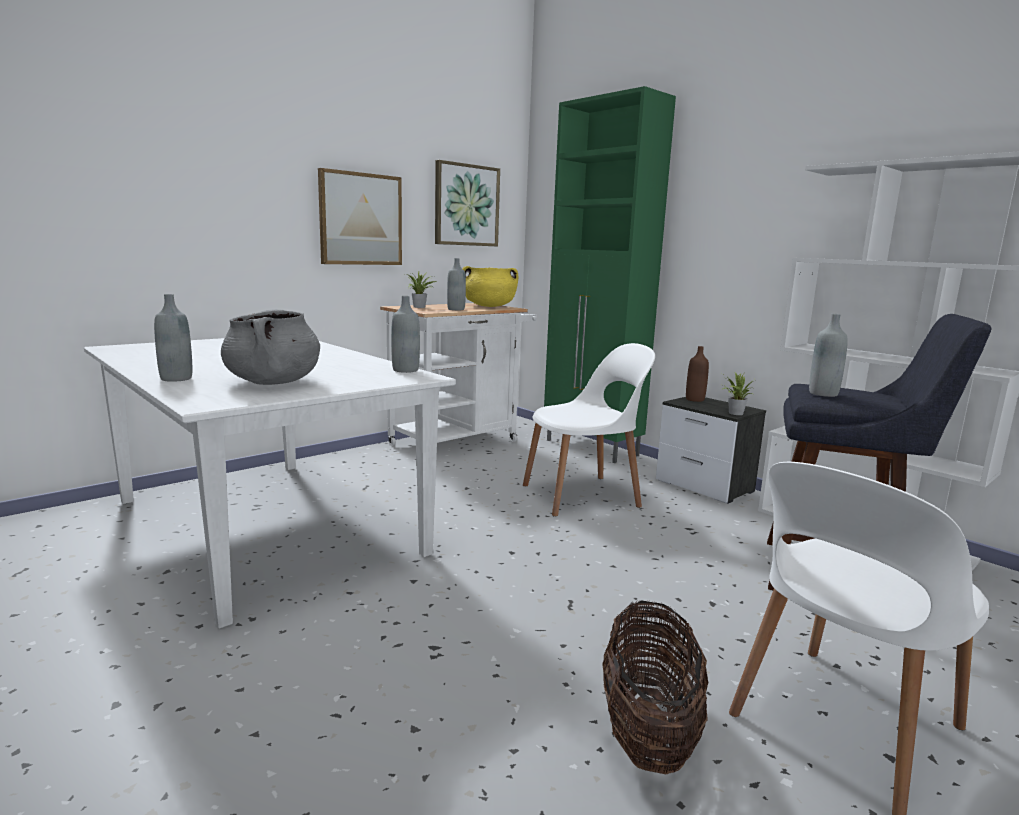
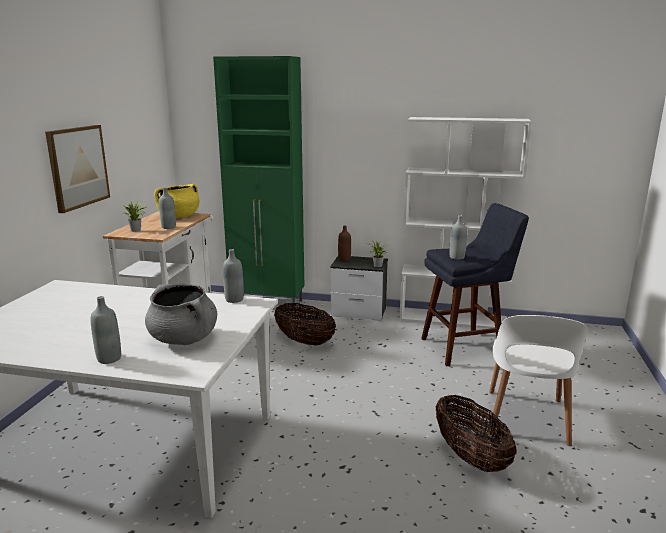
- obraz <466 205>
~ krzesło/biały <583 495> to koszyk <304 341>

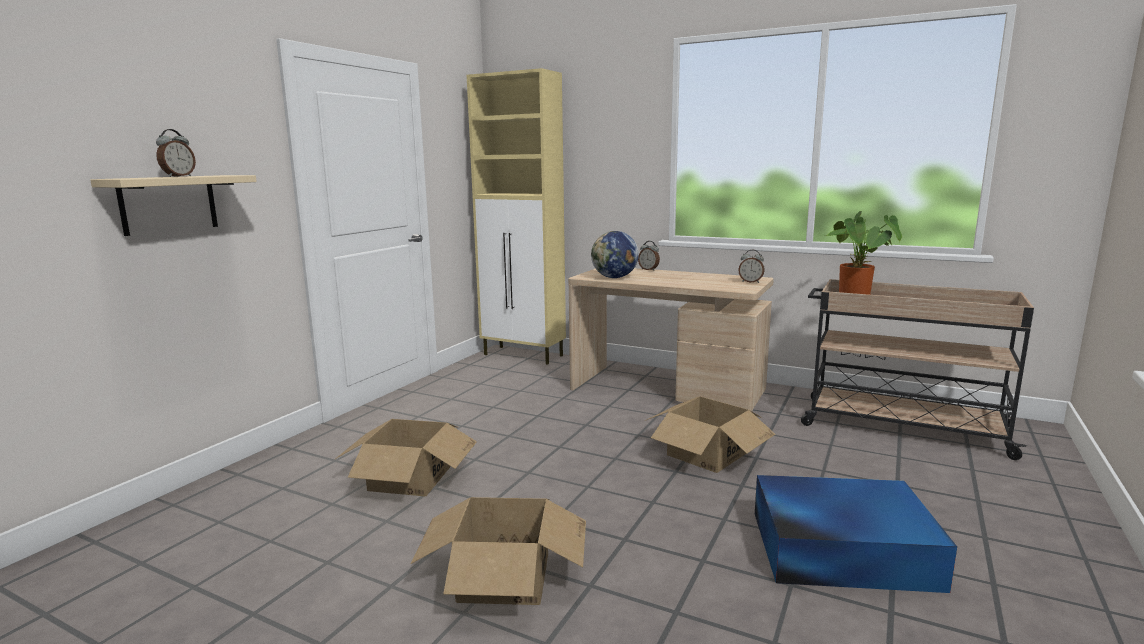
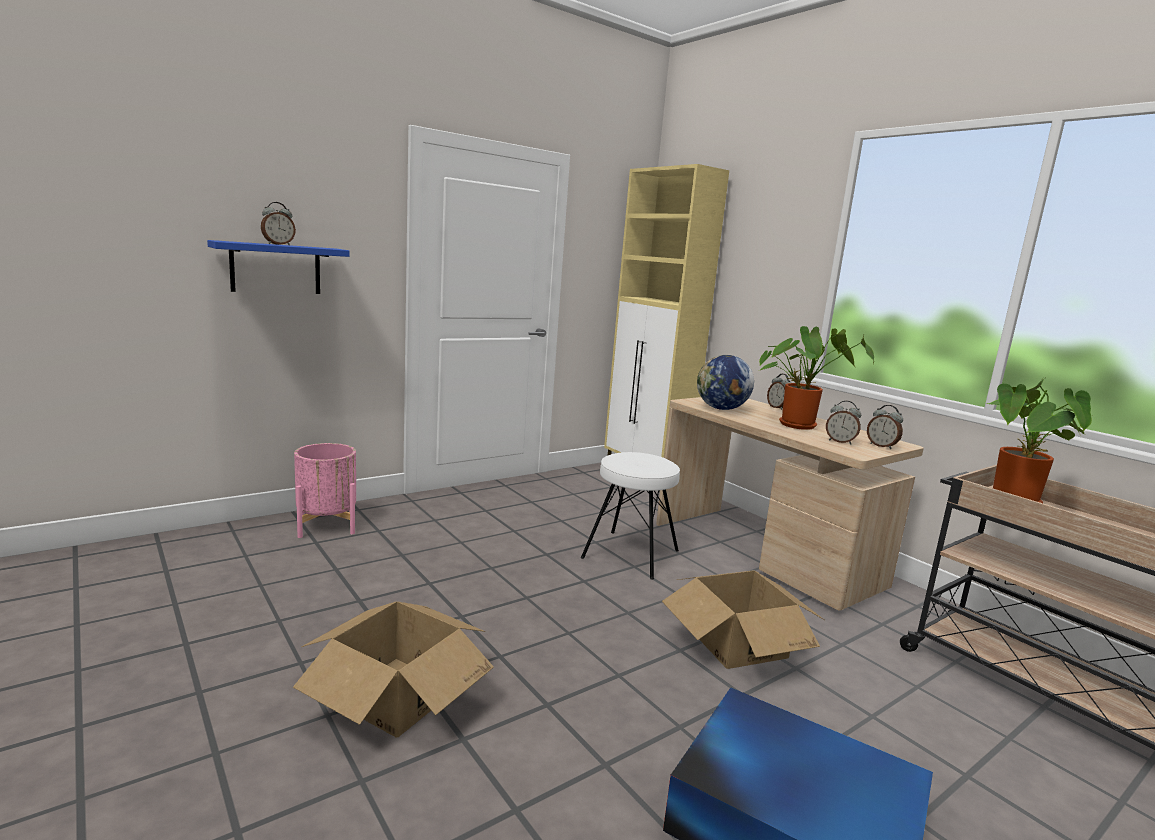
~ półka/beżowy <169 204> to półka/niebieski <276 268>
- karton <410 478>
+ roślina doniczkowa <800 425>
+ budzik <840 441>
+ donica/różowy <326 525>
+ stołek/biały <630 554>

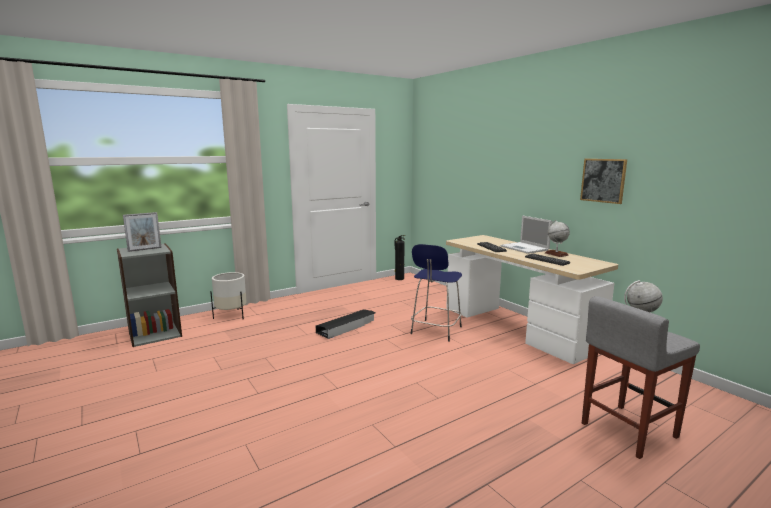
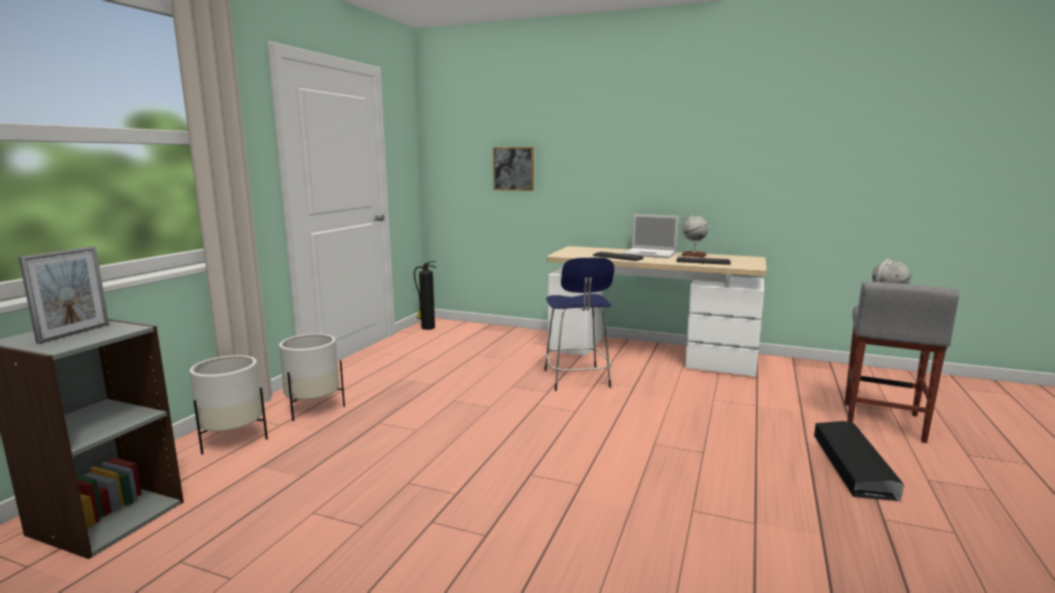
~ obraz <603 180> to <514 168>
~ pojemnik do przechowywania/czarny <347 327> to <852 465>
+ donica/biały <313 408>

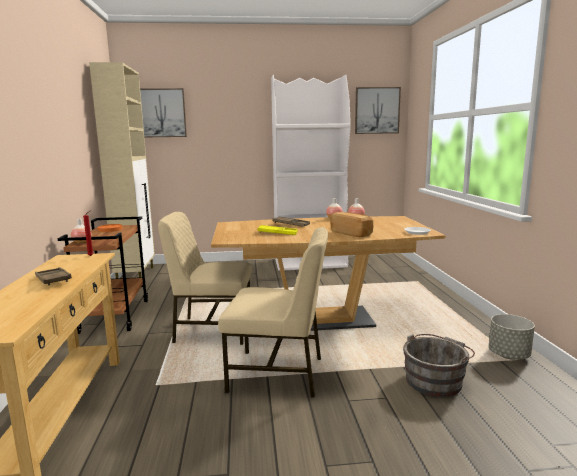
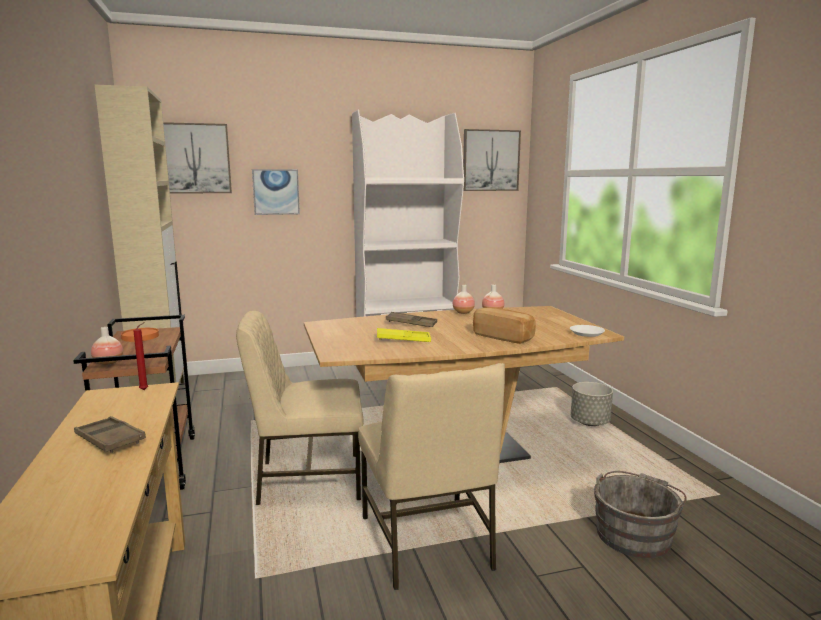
~ krzesło/beżowy <278 374> = <427 543> 75 degrees clockwise
~ donica/szary <508 355> to <589 422>
+ obraz <276 192>

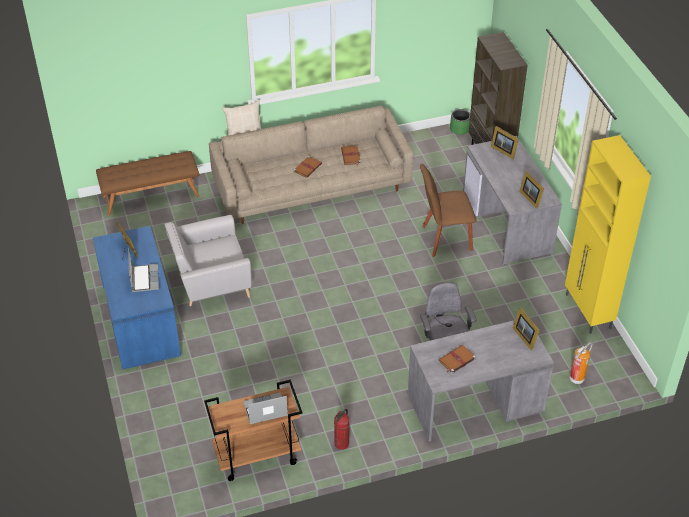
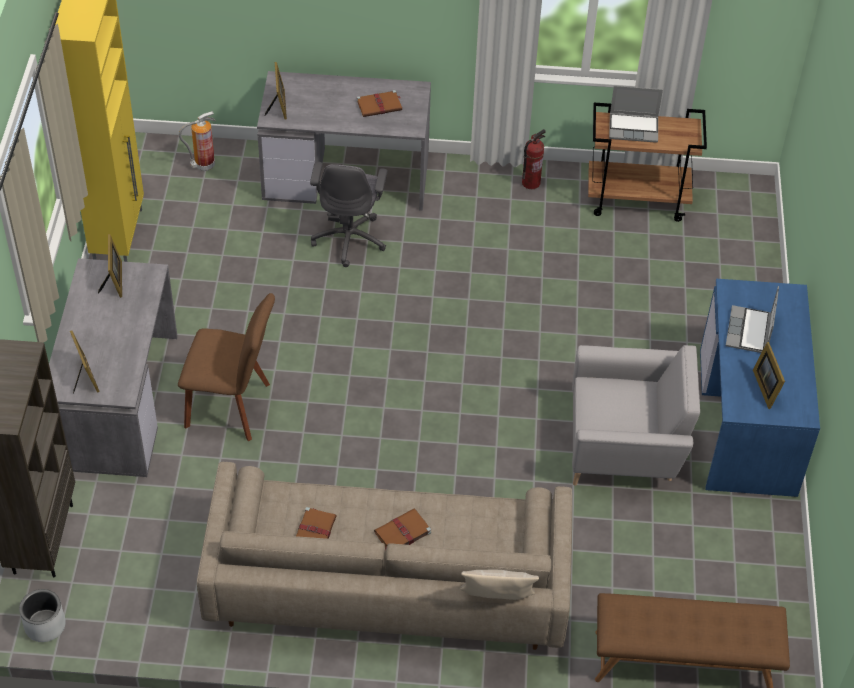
~ donica/zielony <460 129> to donica/szary <44 625>

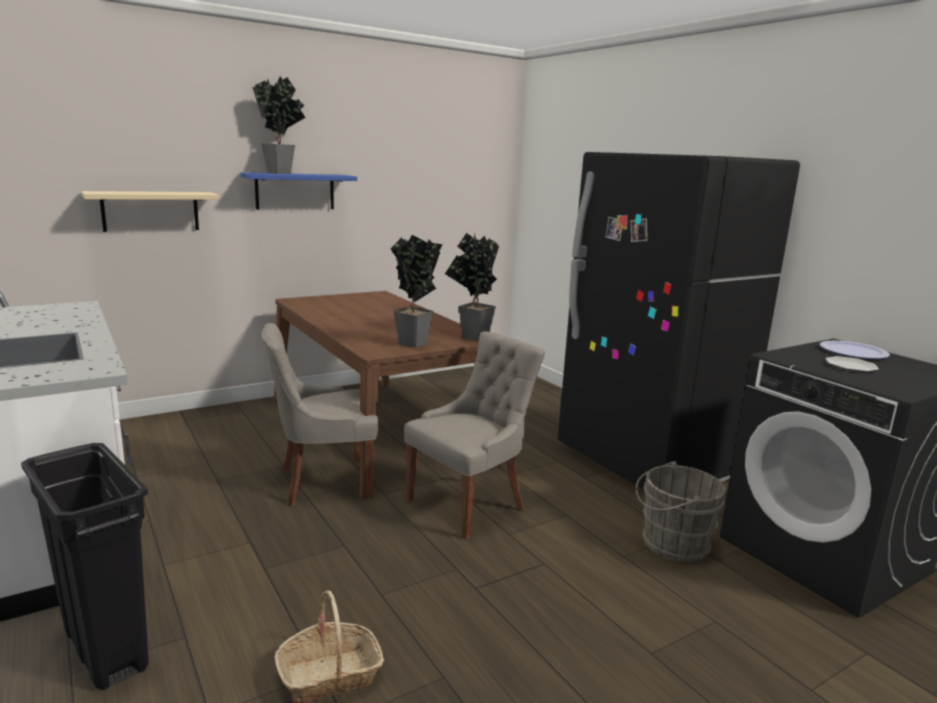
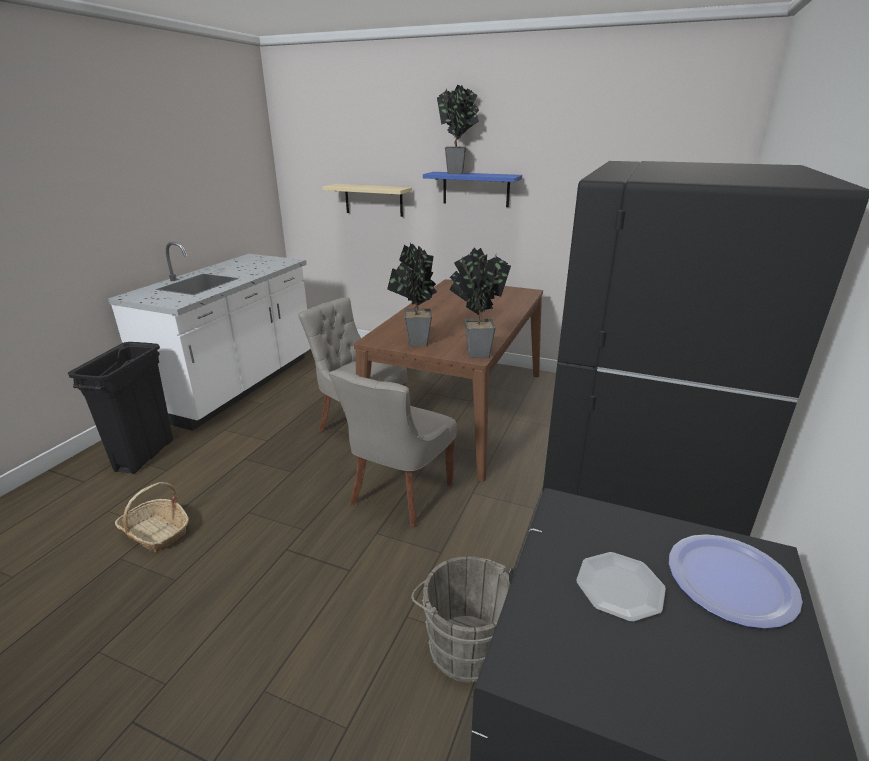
~ krzesło/szary <469 504> = <399 495> 105 degrees clockwise

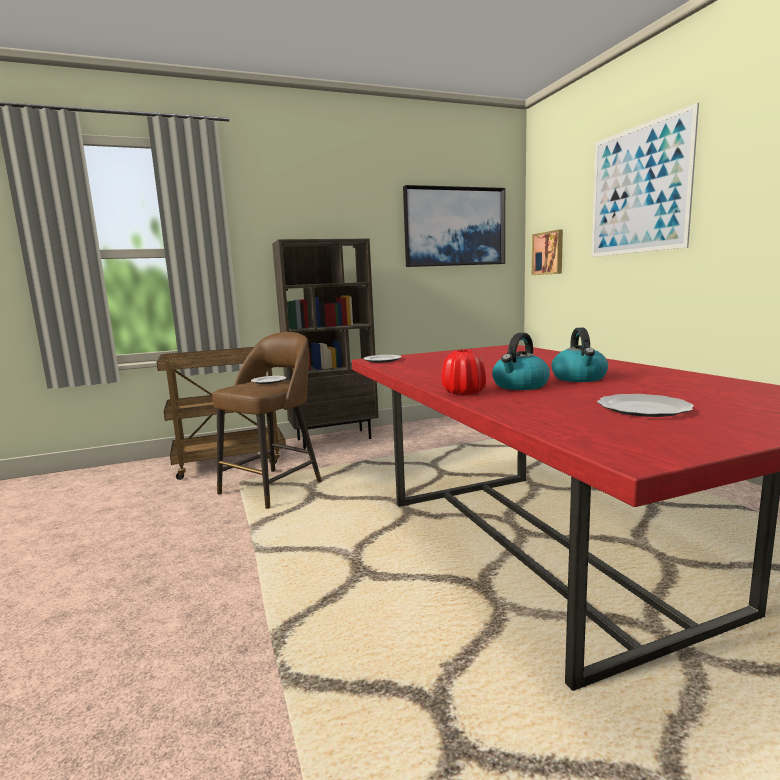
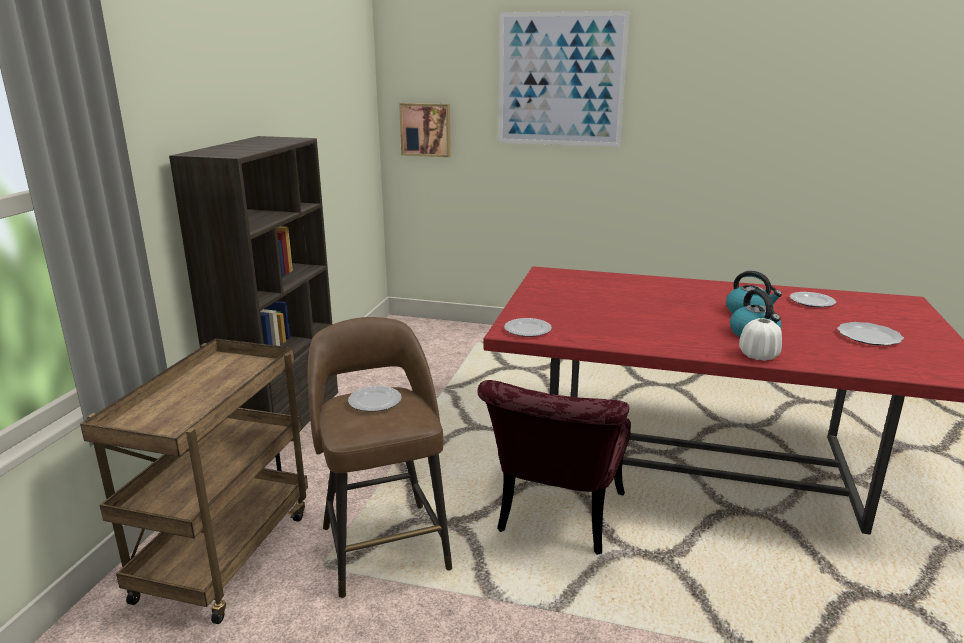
- obraz <454 227>
~ wazon/czerwony <464 393> to wazon/biały <758 356>
+ talerz <812 302>
+ krzesło/czerwony <557 521>

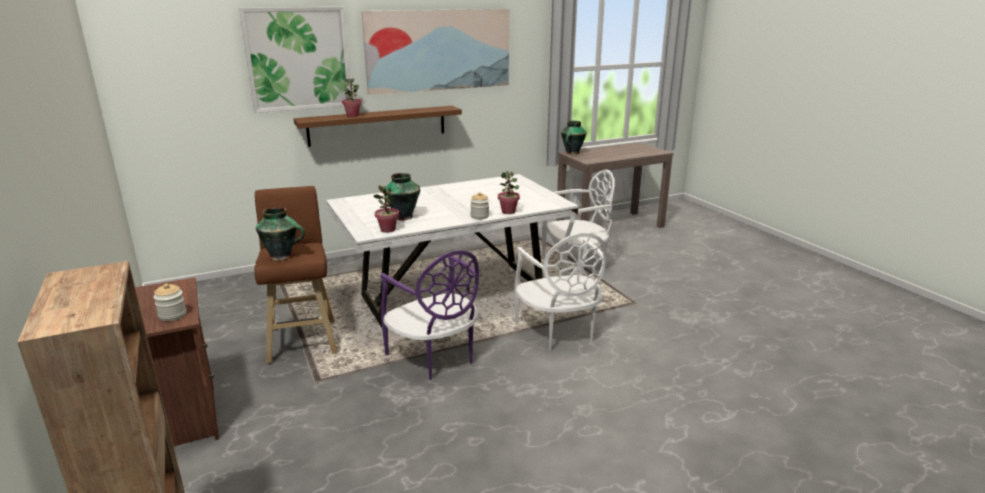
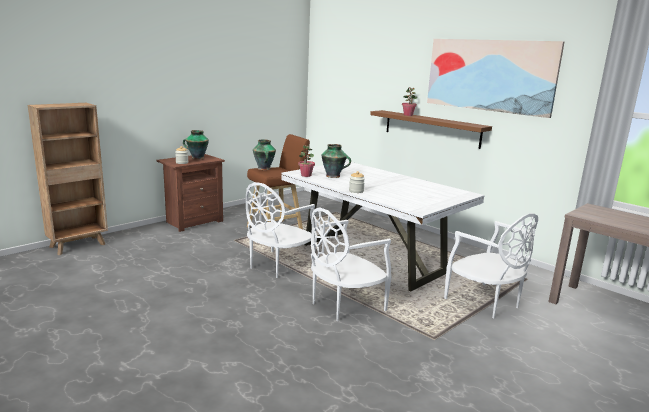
- obraz <298 59>
~ wazon <572 153> to <197 158>
- roślina doniczkowa <508 212>
~ krzesło/fioletowy <435 357> to krzesło/biały <277 266>

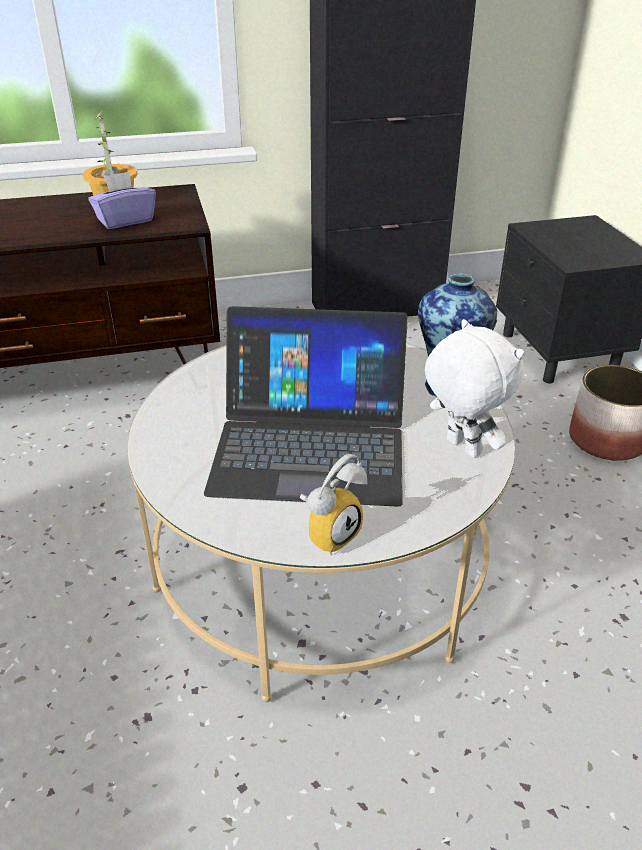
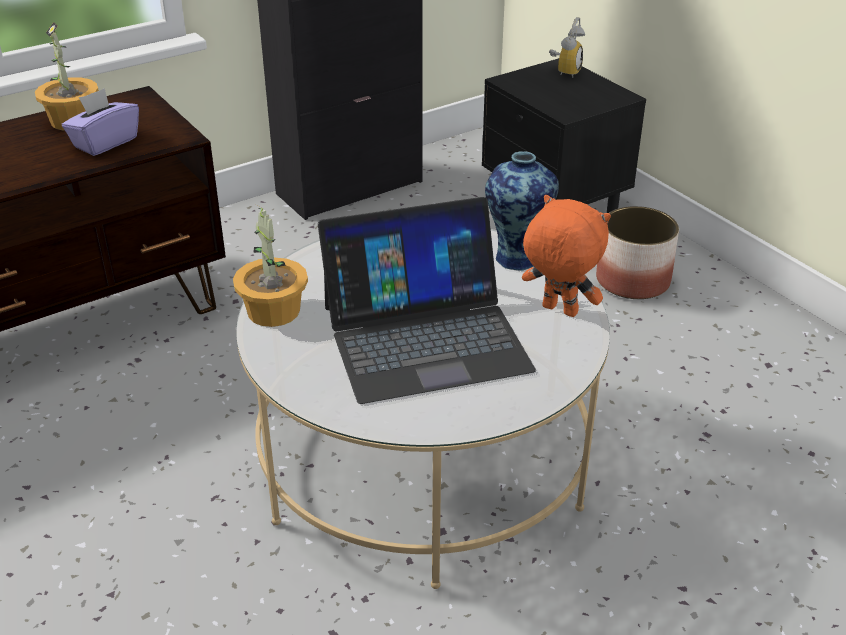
~ pluszak/biały <461 448> to pluszak/pomarańczowy <558 311>
~ budzik <330 533> to <565 71>
+ roślina doniczkowa <273 311>

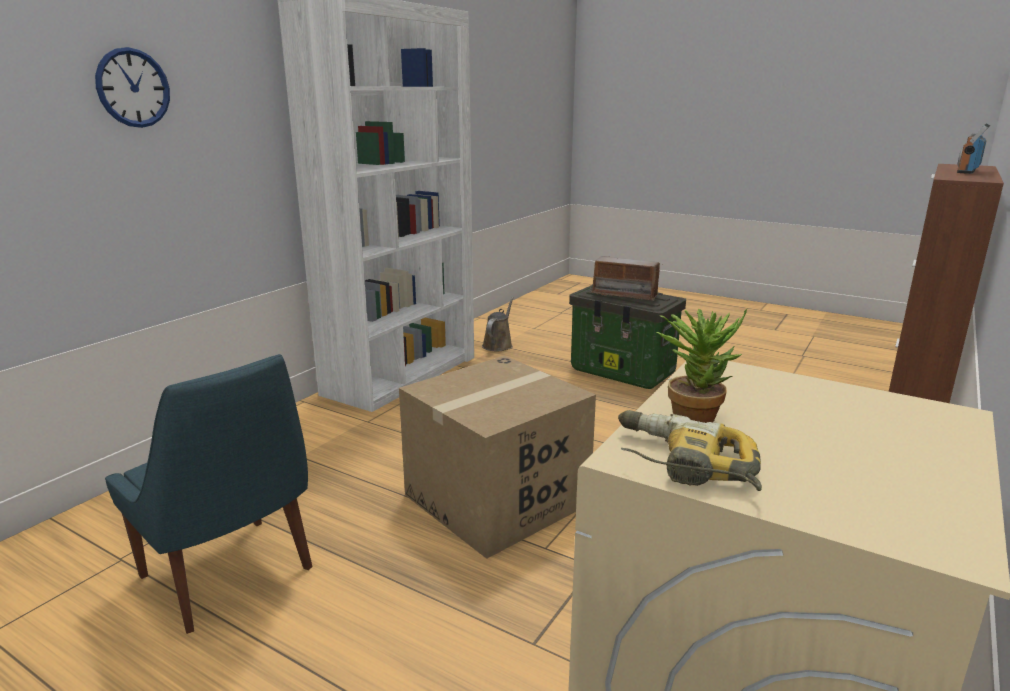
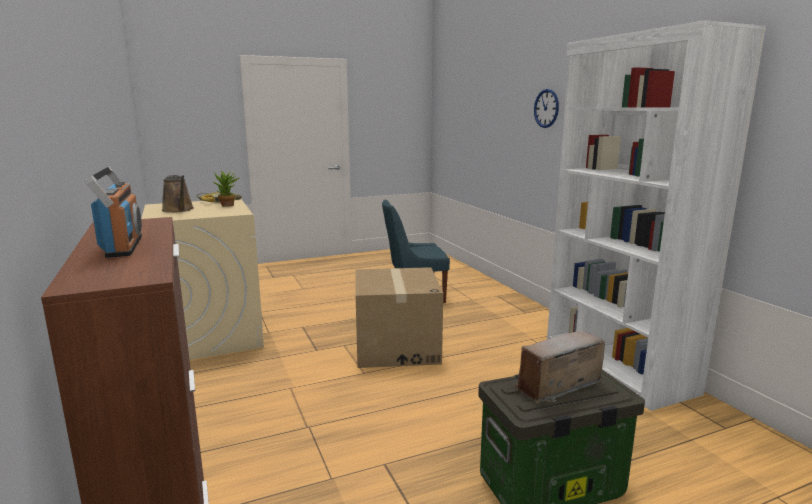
~ konewka/brązowy <498 345> to <179 210>

